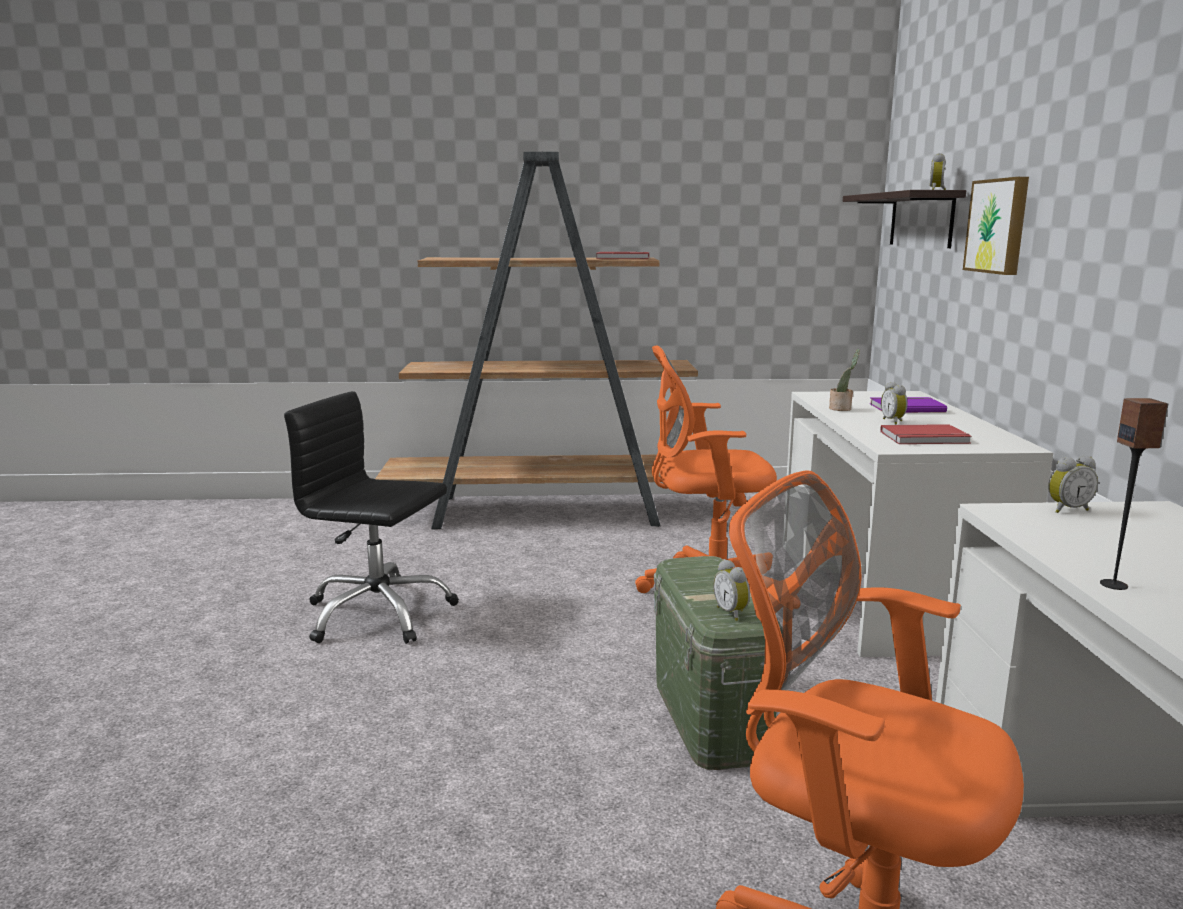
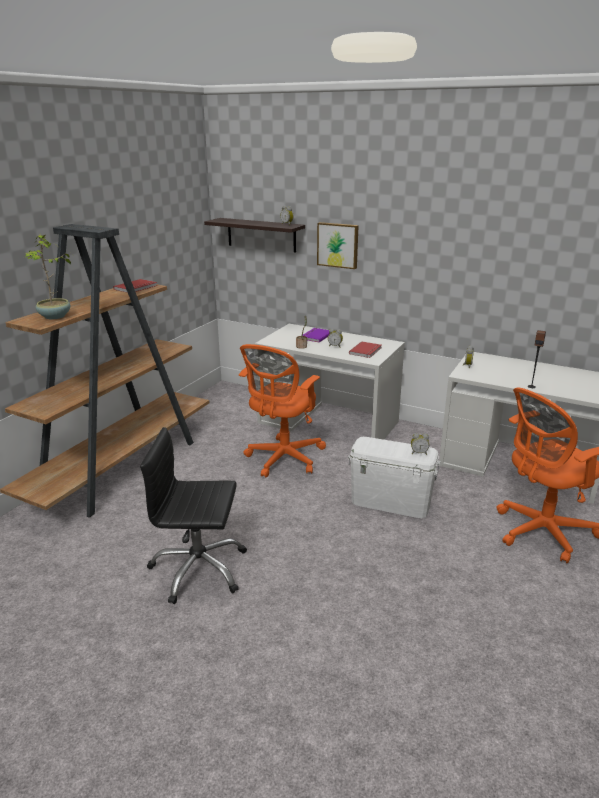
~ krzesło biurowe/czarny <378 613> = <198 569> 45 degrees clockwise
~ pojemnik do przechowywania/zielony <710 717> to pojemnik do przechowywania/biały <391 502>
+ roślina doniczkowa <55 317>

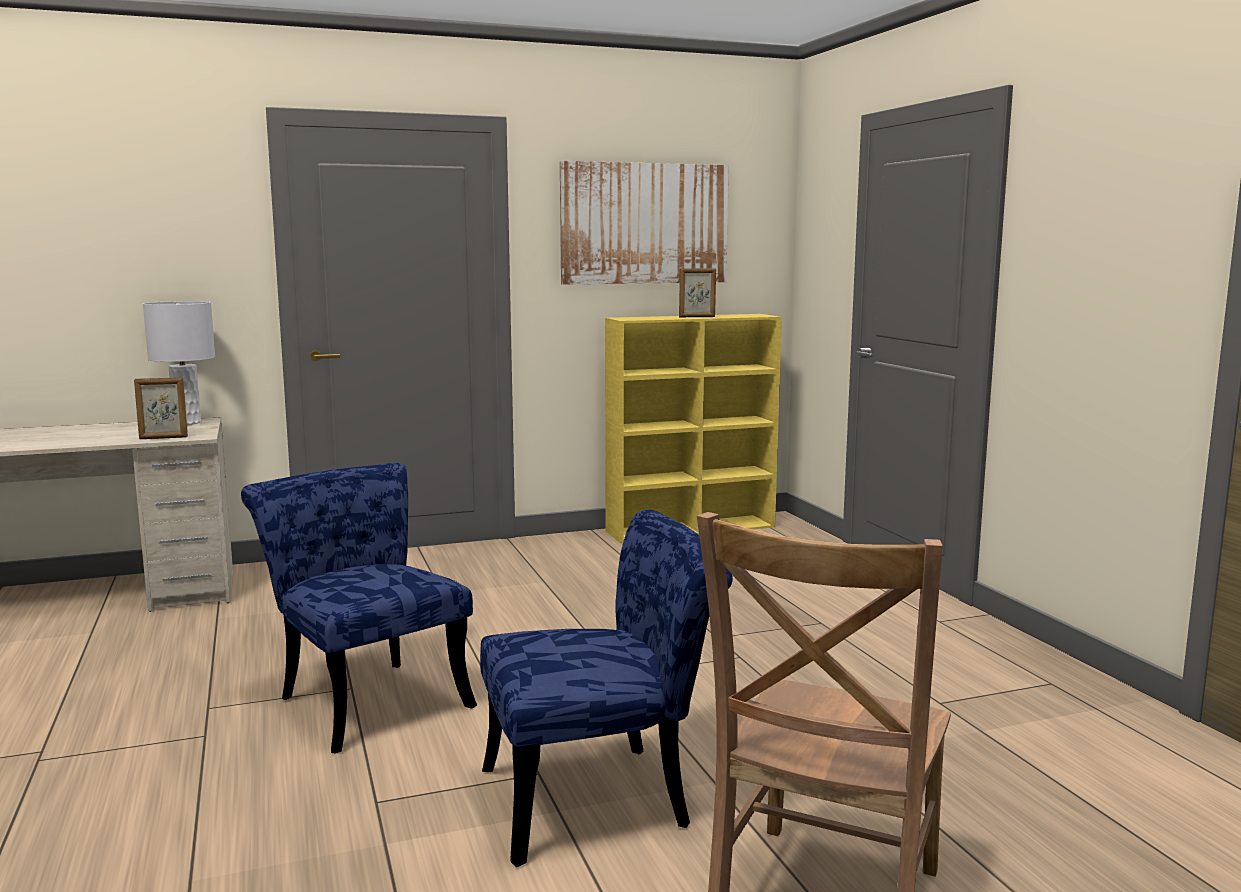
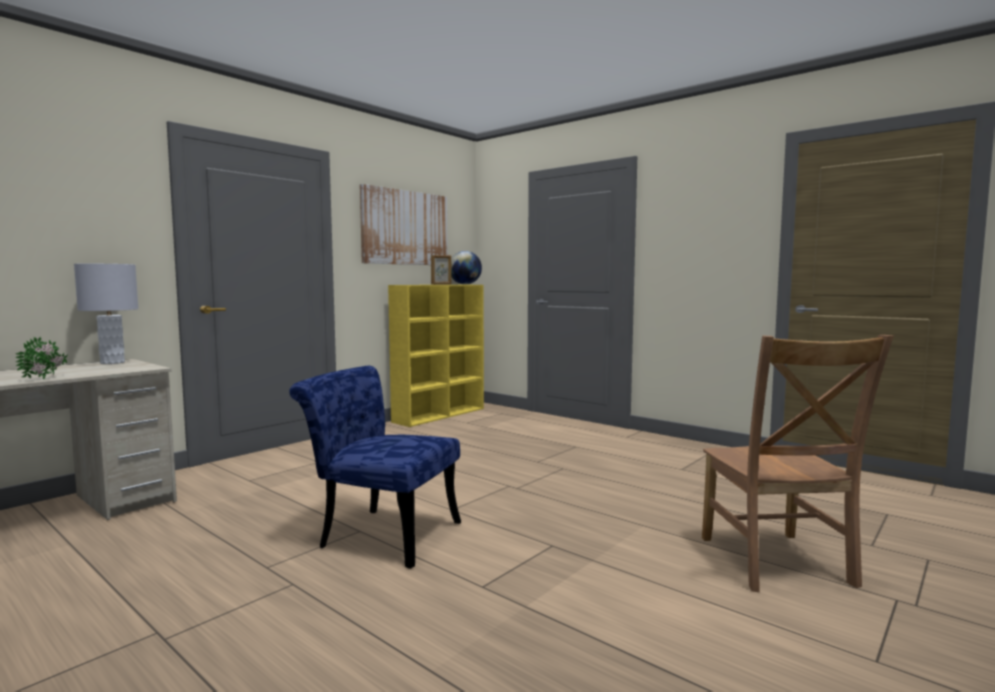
- ramka na zdjęcie <163 438>
- krzesło/niebieski <603 798>
+ globus <465 284>
+ roślina doniczkowa <46 378>

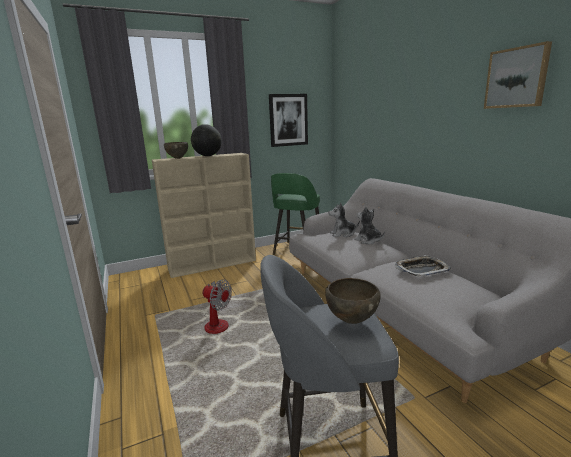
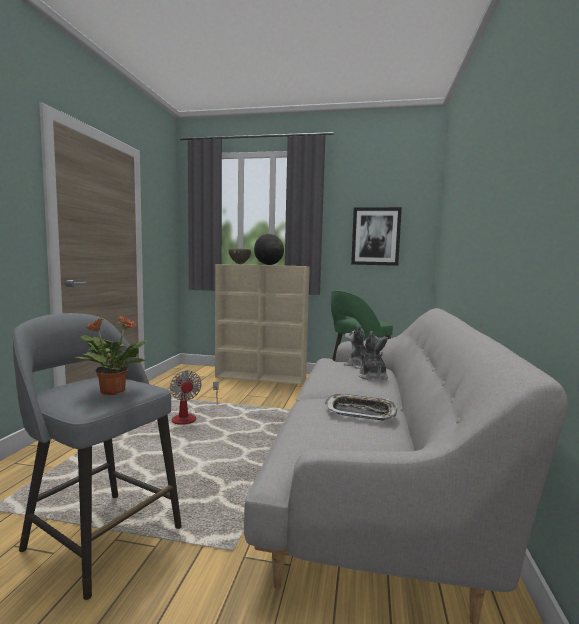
- obraz <517 78>
~ miska/brązowy <351 321> to roślina doniczkowa <111 391>

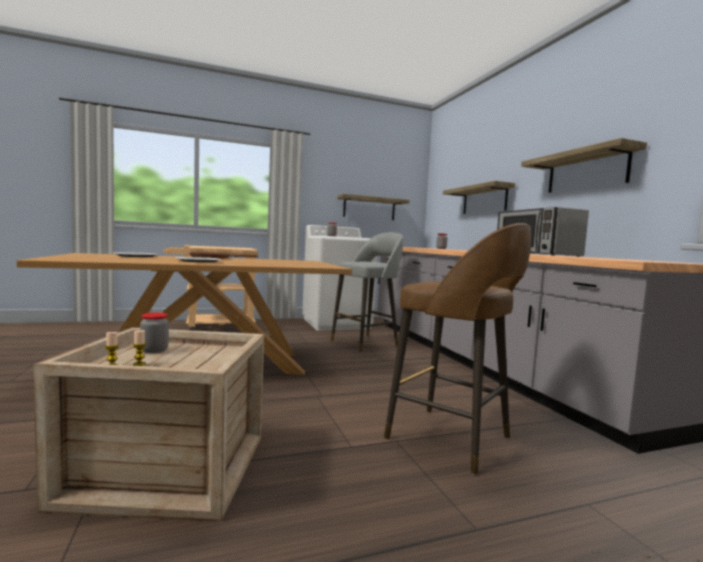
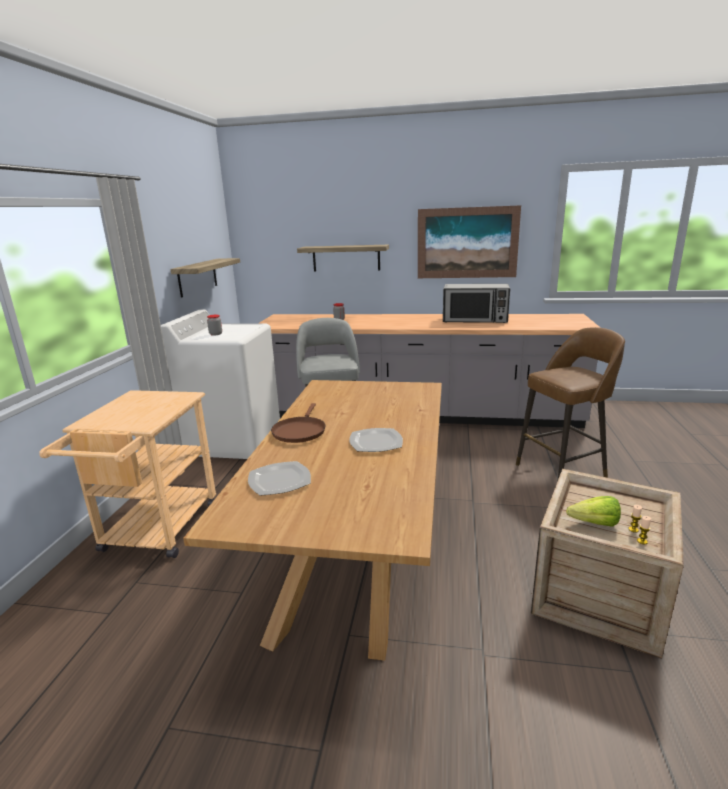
~ półka <586 171> to obraz <467 243>
~ słoik <154 350> to sałata <590 523>

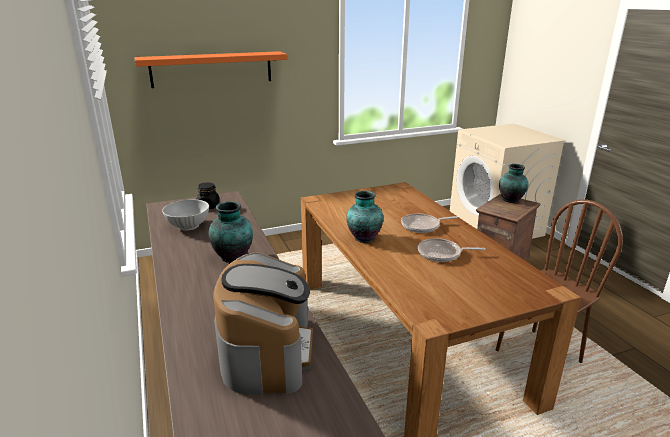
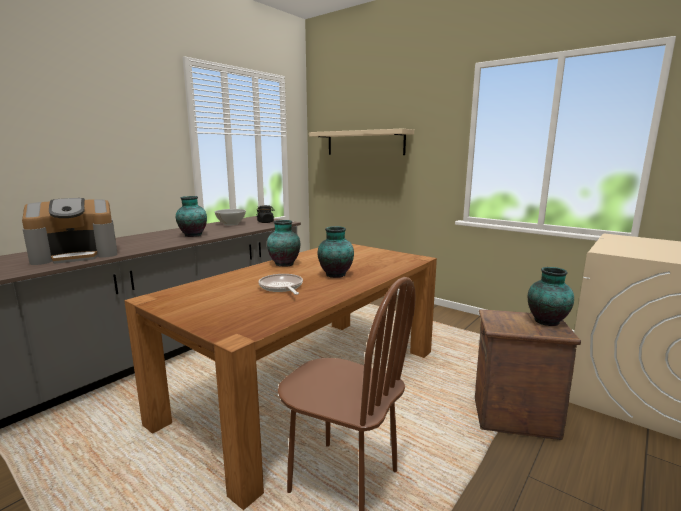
~ półka/pomarańczowy <212 69> to półka/beżowy <364 143>
~ patelnia <422 226> to wazon <335 275>

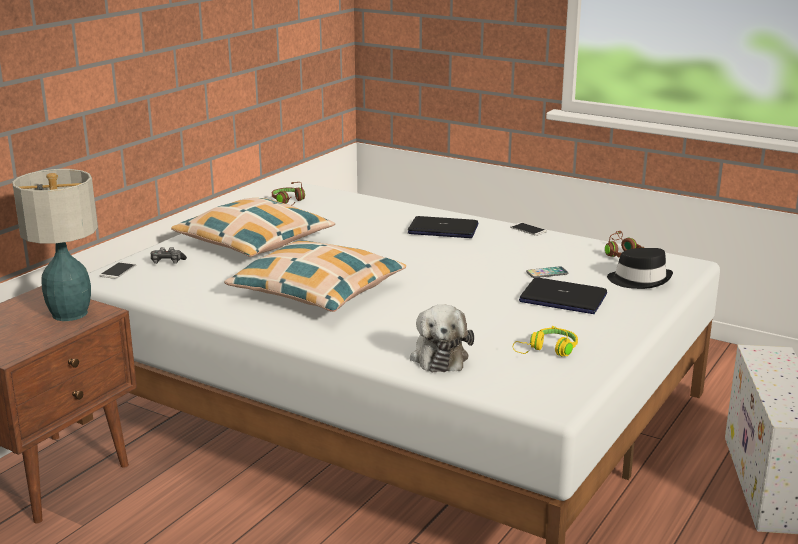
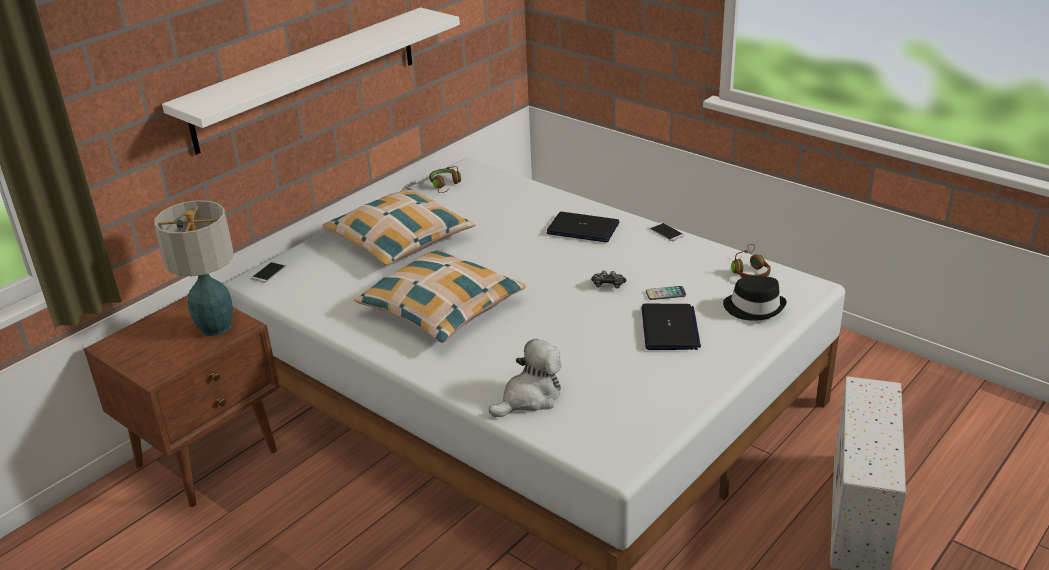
~ pad do gier <167 262> to <608 285>
~ laptop <562 298> = <669 329> 120 degrees counterclockwise
~ pluszak <439 356> = <530 398> 135 degrees counterclockwise
- słuchawki/żółty <548 350>
+ półka/biały <307 78>

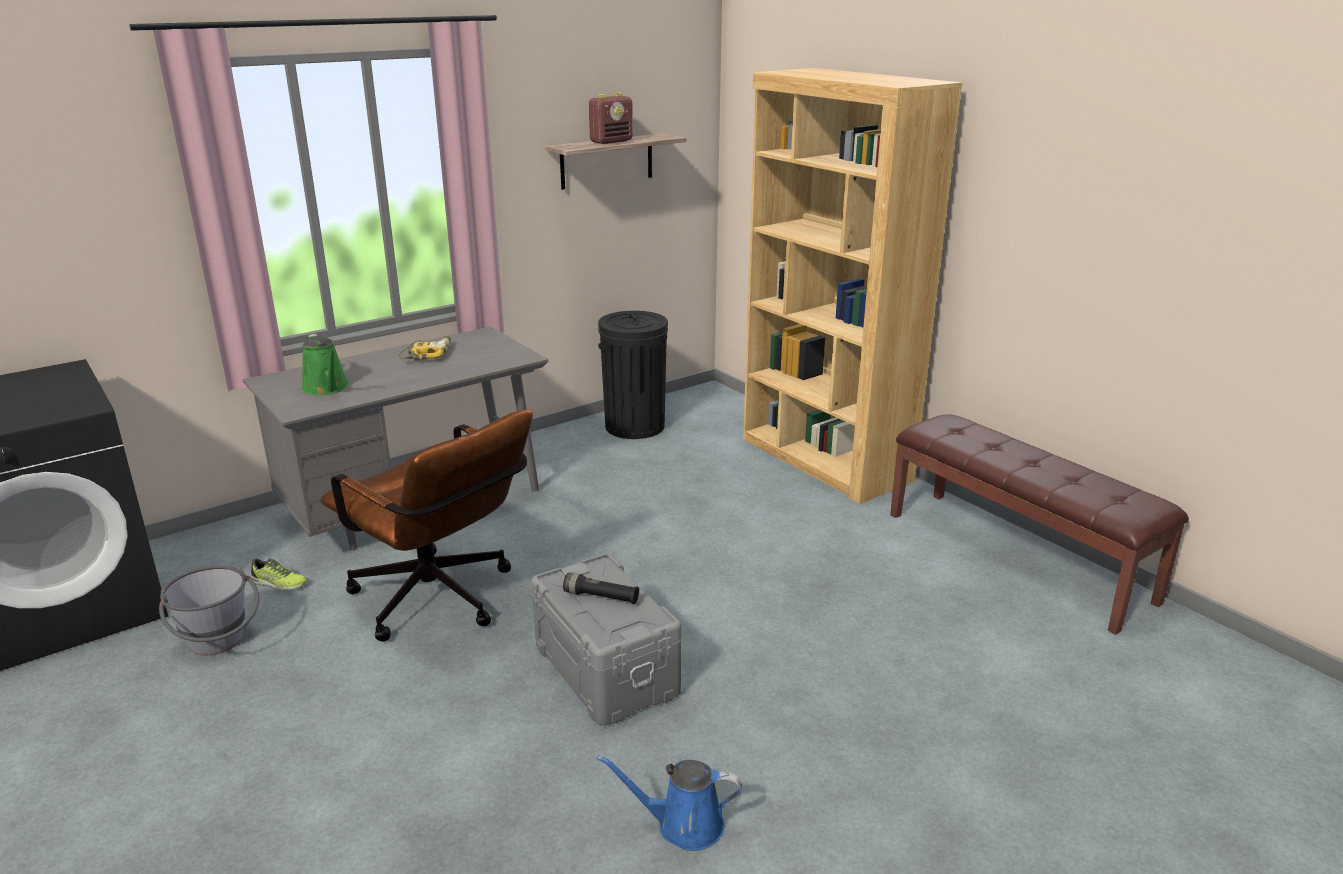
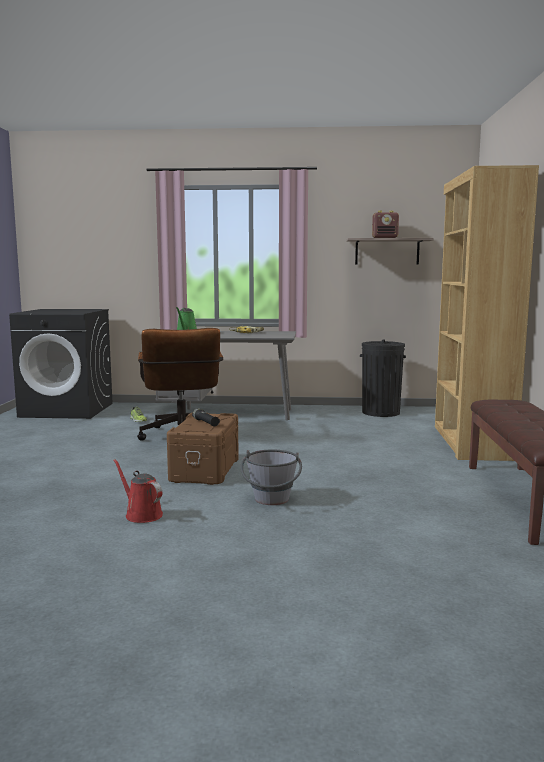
~ pojemnik do przechowywania/szary <607 669> to pojemnik do przechowywania/brązowy <206 470>
~ wiadro/szary <219 645> to <271 501>
~ konewka/niebieski <683 825> to konewka/czerwony <141 514>

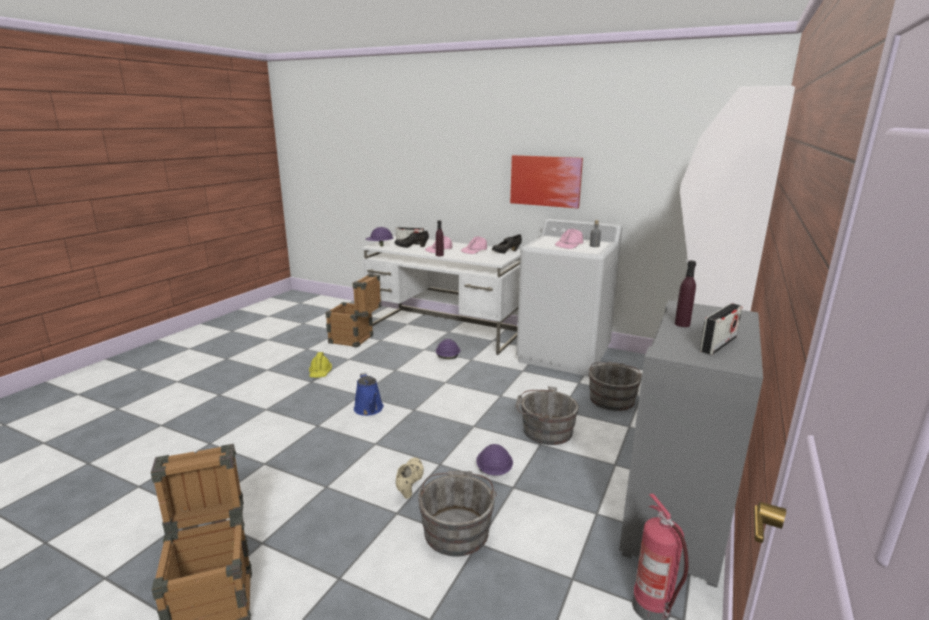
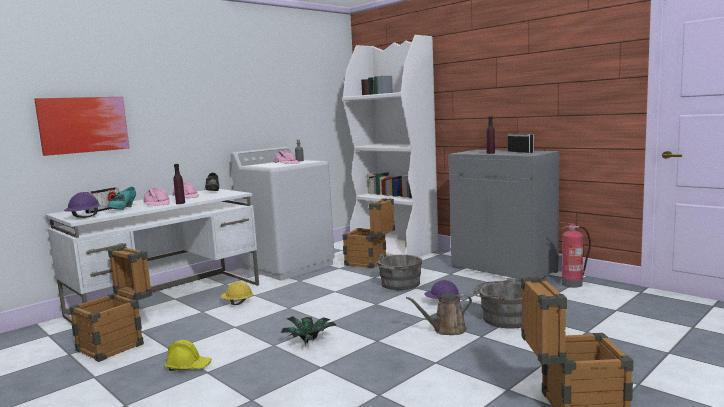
~ obraz <545 181> to <83 125>
~ but/czarny <411 247> to but/turkusowy <123 209>
~ kask/fioletowy <447 357> to kask/żółty <237 303>
~ wiadro/szary <612 398> to skrzynka <370 263>
~ konewka/niebieski <369 409> to roślina doniczkowa <310 341>
~ but/beżowy <410 484> to konewka/brązowy <446 330>

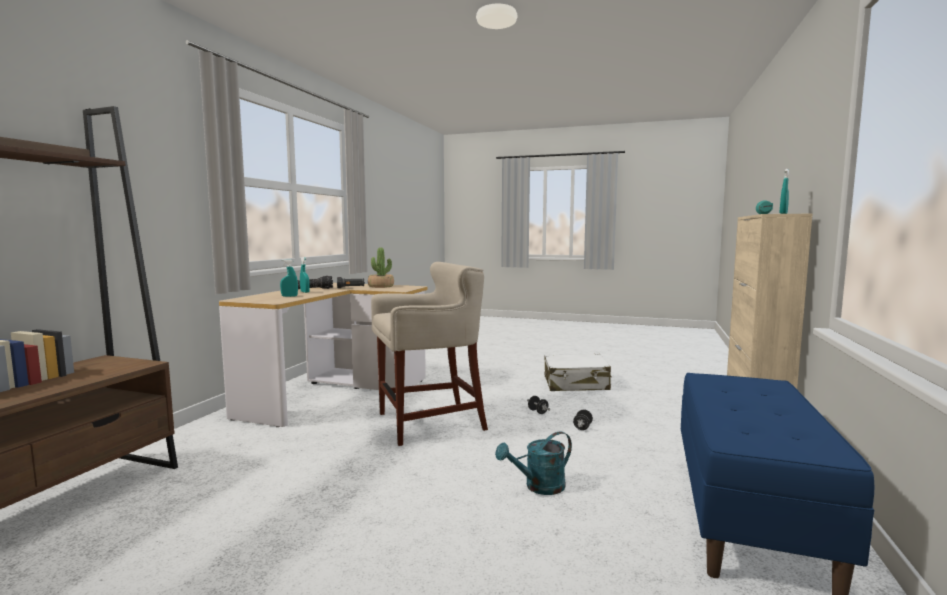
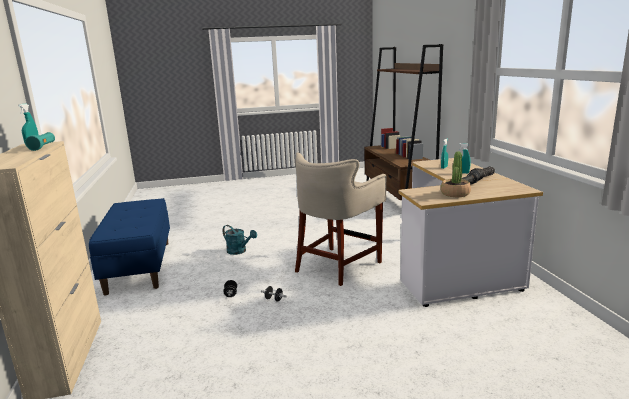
- walizka/biały <576 384>
~ konewka/turkusowy <538 487> = <239 251> 90 degrees clockwise

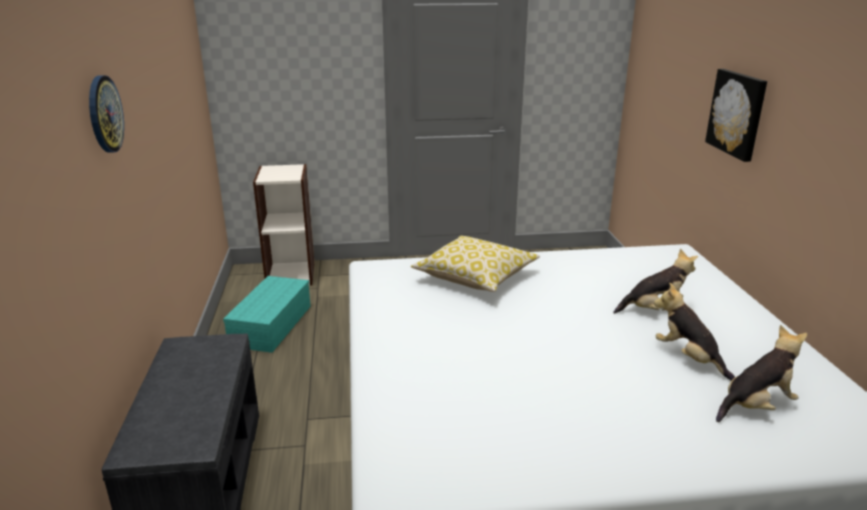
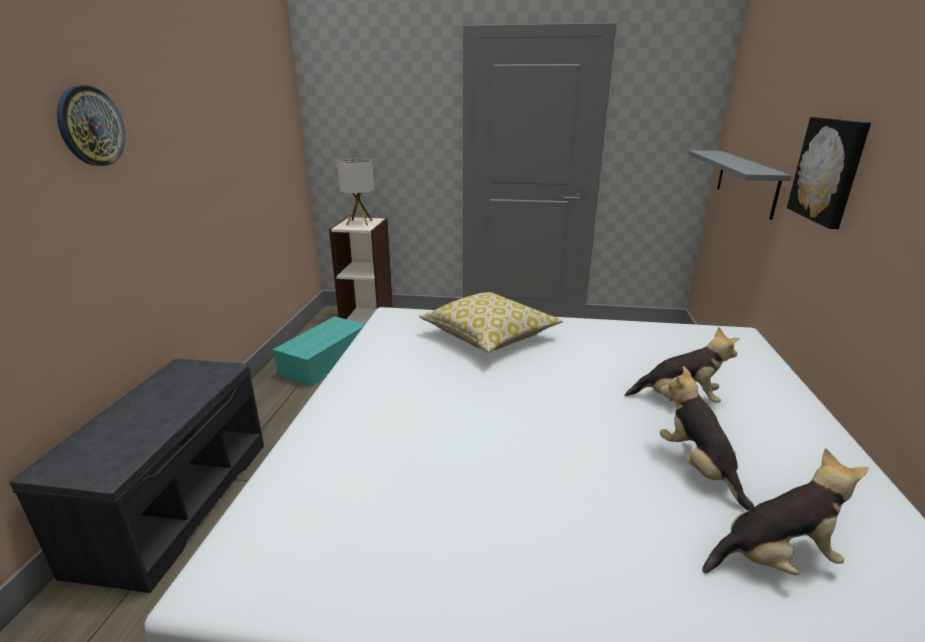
+ półka/szary <746 182>
+ lampa stołowa <359 222>

